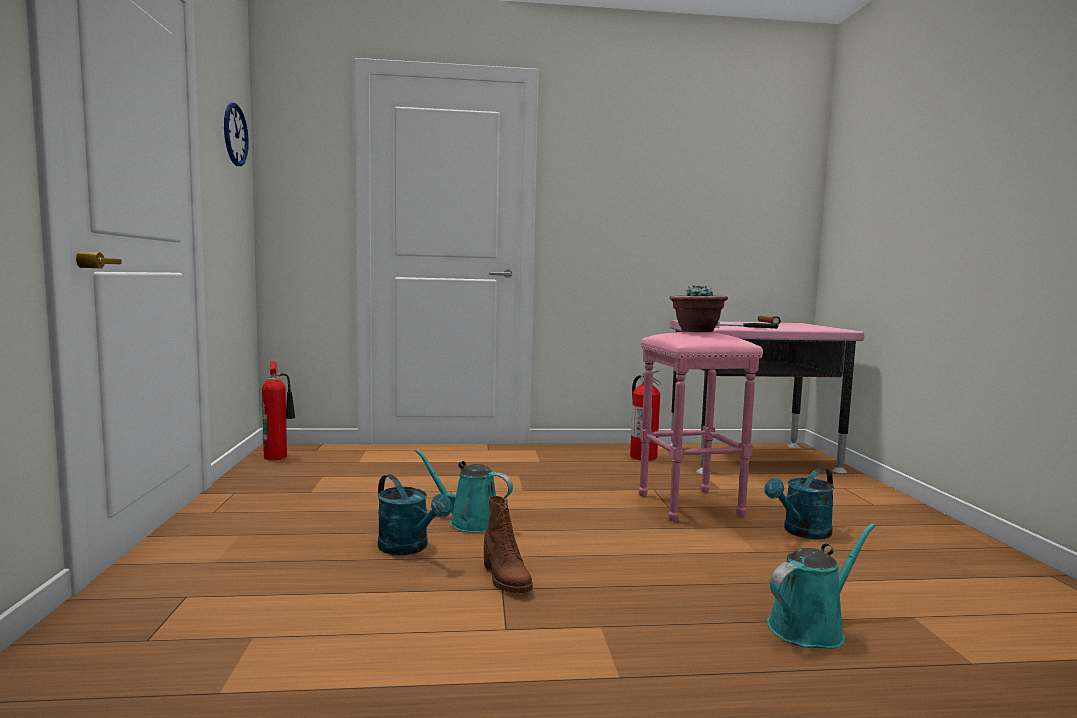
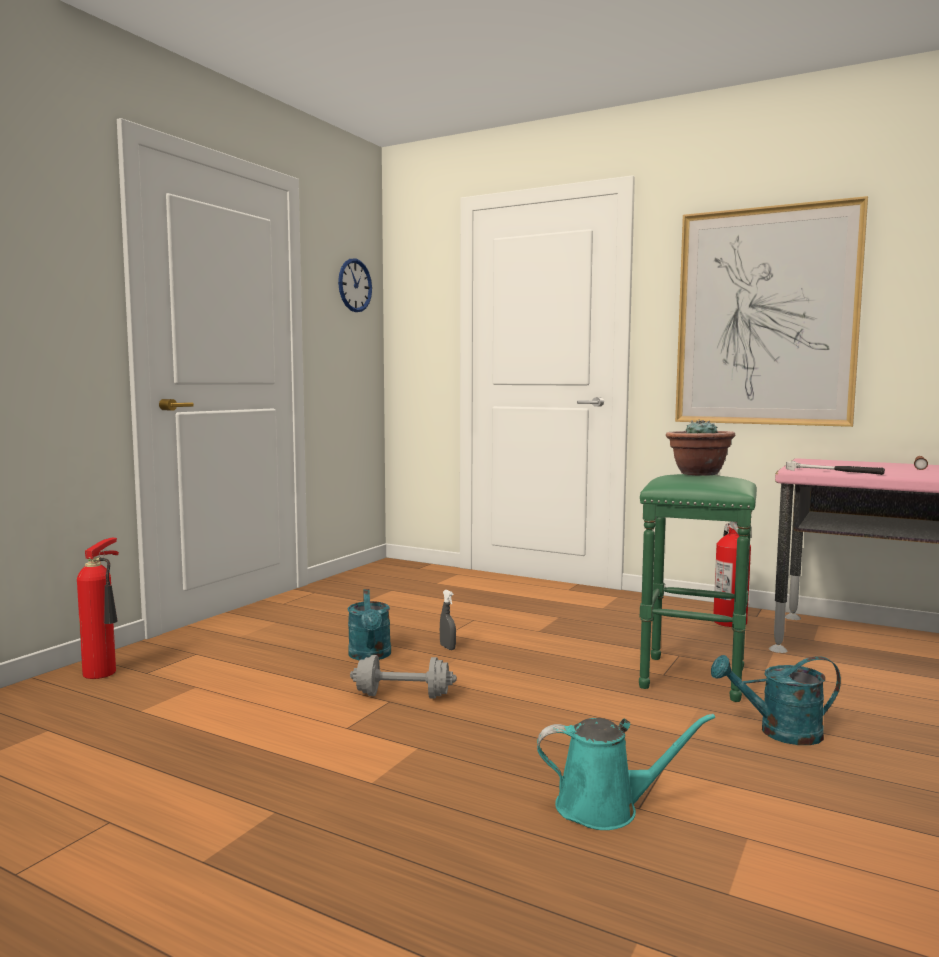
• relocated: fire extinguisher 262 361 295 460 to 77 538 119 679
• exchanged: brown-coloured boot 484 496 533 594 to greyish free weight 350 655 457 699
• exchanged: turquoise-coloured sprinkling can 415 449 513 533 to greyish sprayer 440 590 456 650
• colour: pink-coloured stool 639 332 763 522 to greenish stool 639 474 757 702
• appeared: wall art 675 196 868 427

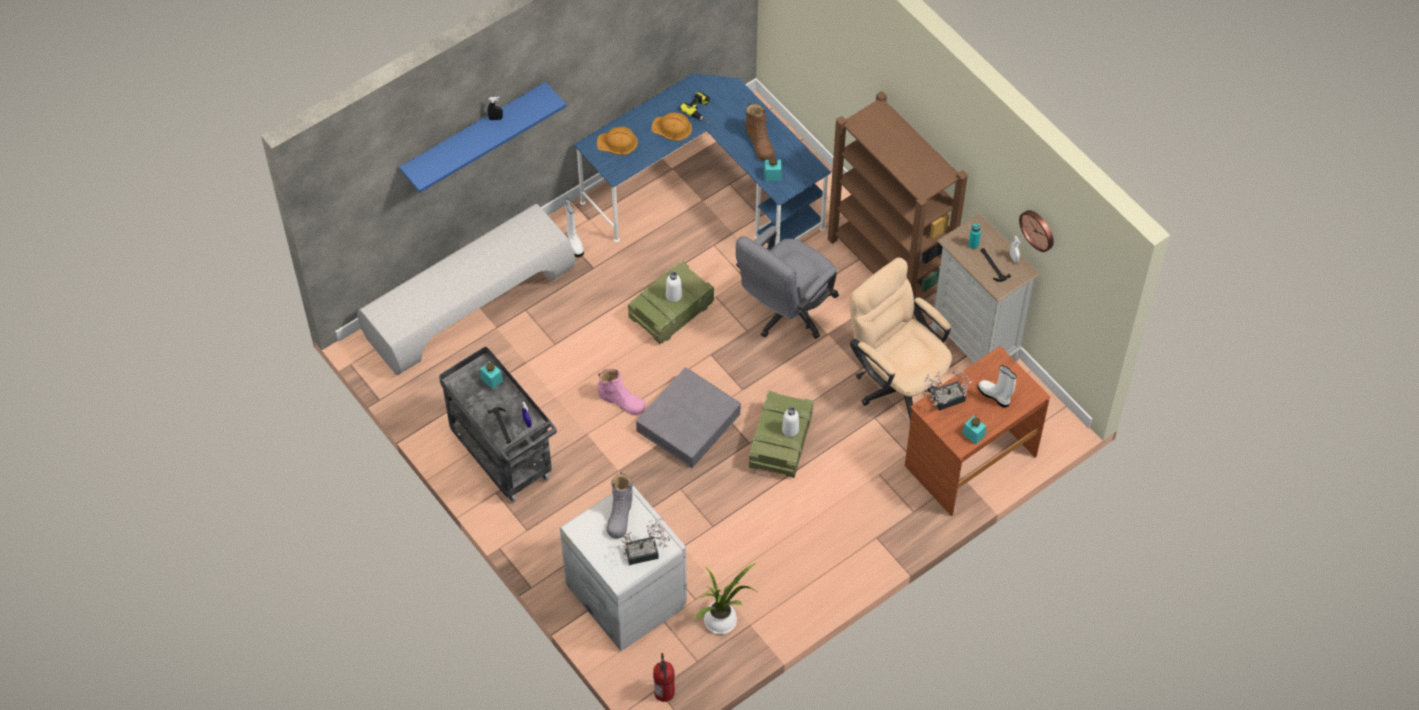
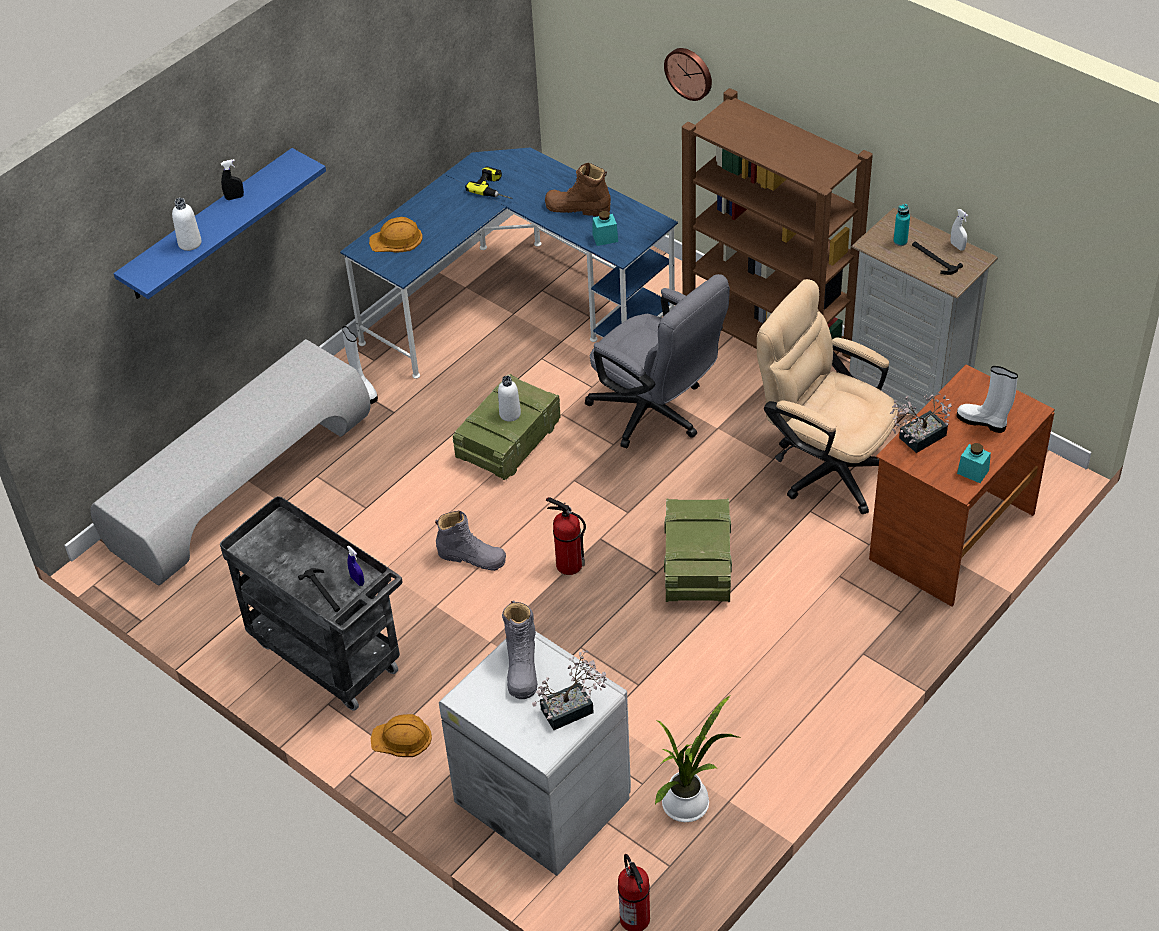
• relocated: white beverage bottle 782 407 799 437 to 172 198 202 251
• relocated: orangey hard hat 651 112 692 141 to 371 714 432 757
• colour: pink-coloured boot 597 369 646 415 to greyish boot 435 511 506 571
• spun: brown-coloured boot 745 103 775 161 = 545 163 611 216 135 degrees clockwise
• exchanged: greyish storage bin 636 367 741 468 to fire extinguisher 546 497 586 575
• spun: greyish desk chair 736 226 839 339 = 585 274 730 448 75 degrees counterclockwise
• relocated: hanging clock 1019 210 1054 252 to 664 48 712 101
• missing: turquoise-coloured jar 480 361 503 389

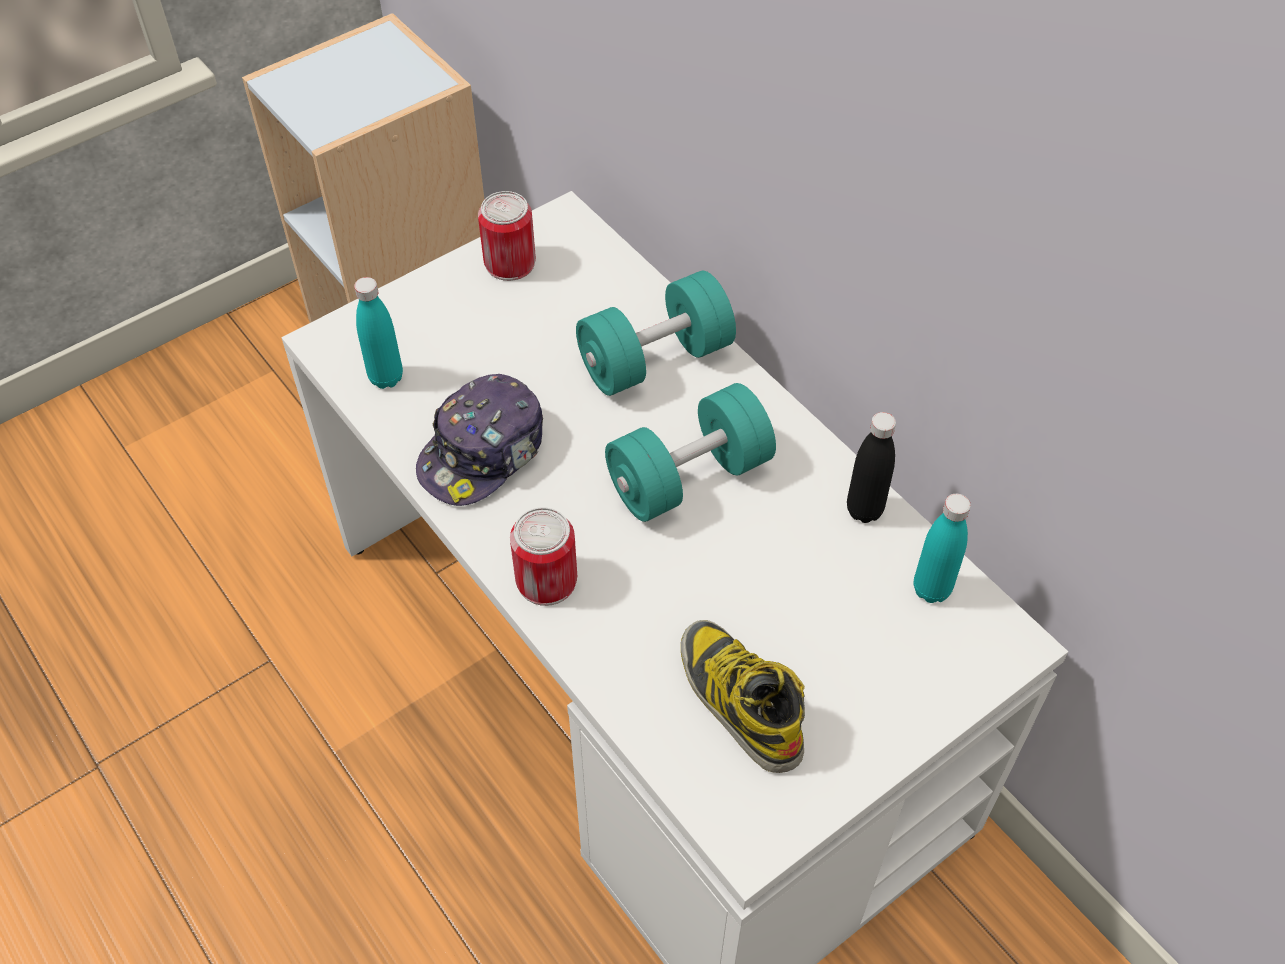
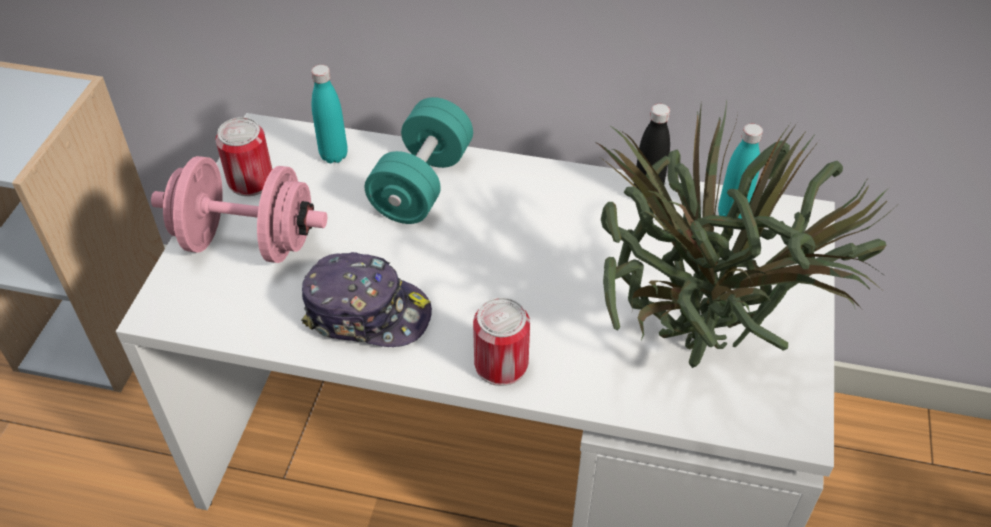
• appeared: pink-coloured free weight 151 156 327 263
• spun: peaked cap 416 374 543 506 = 301 252 432 347 75 degrees counterclockwise
• relocated: turquoise-coloured beverage bottle 354 277 403 389 to 311 65 348 163
• exchanged: boot 681 620 805 773 to houseplant 594 104 895 368
• missing: turquoise-coloured free weight 605 383 776 522

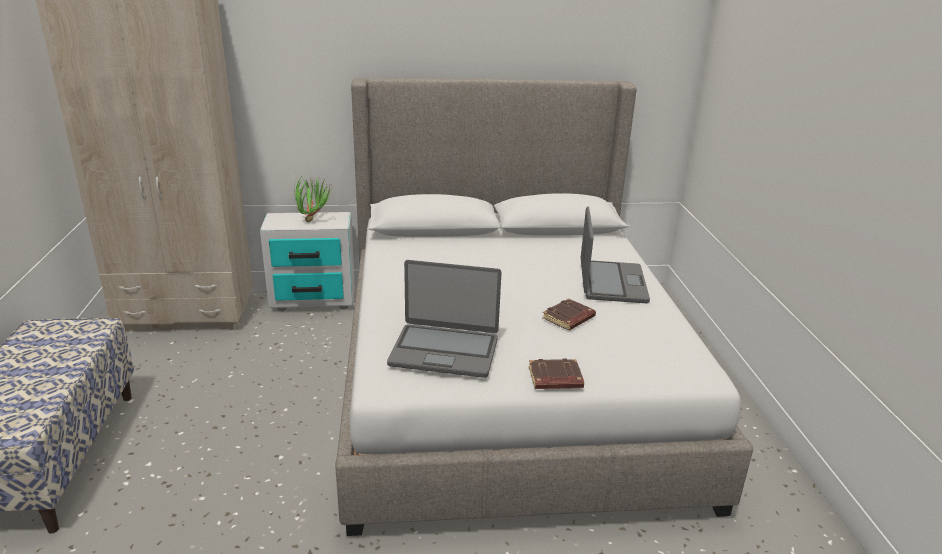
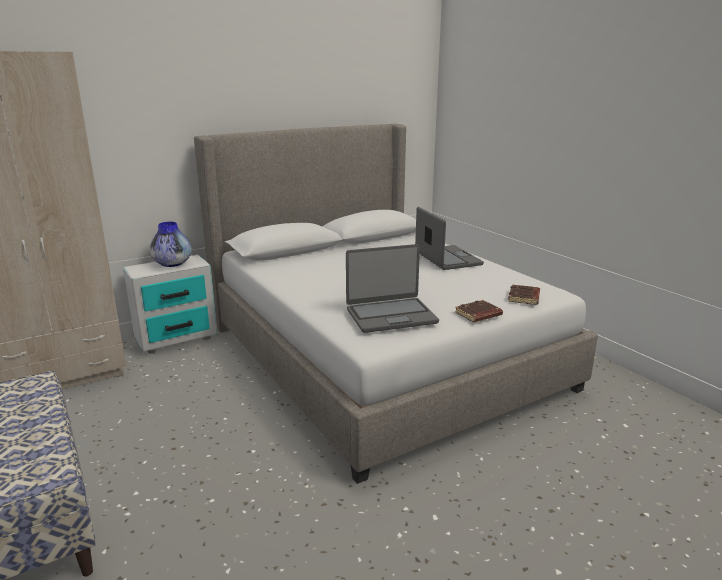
• exchanged: houseplant 294 174 333 222 to decorative vase 150 222 192 267
• relocated: brown-coloured book 542 298 596 330 to 508 284 540 305

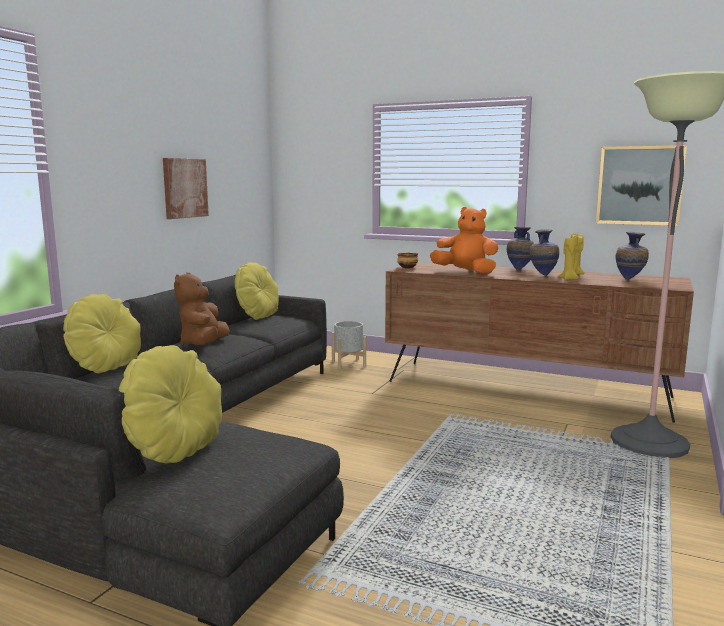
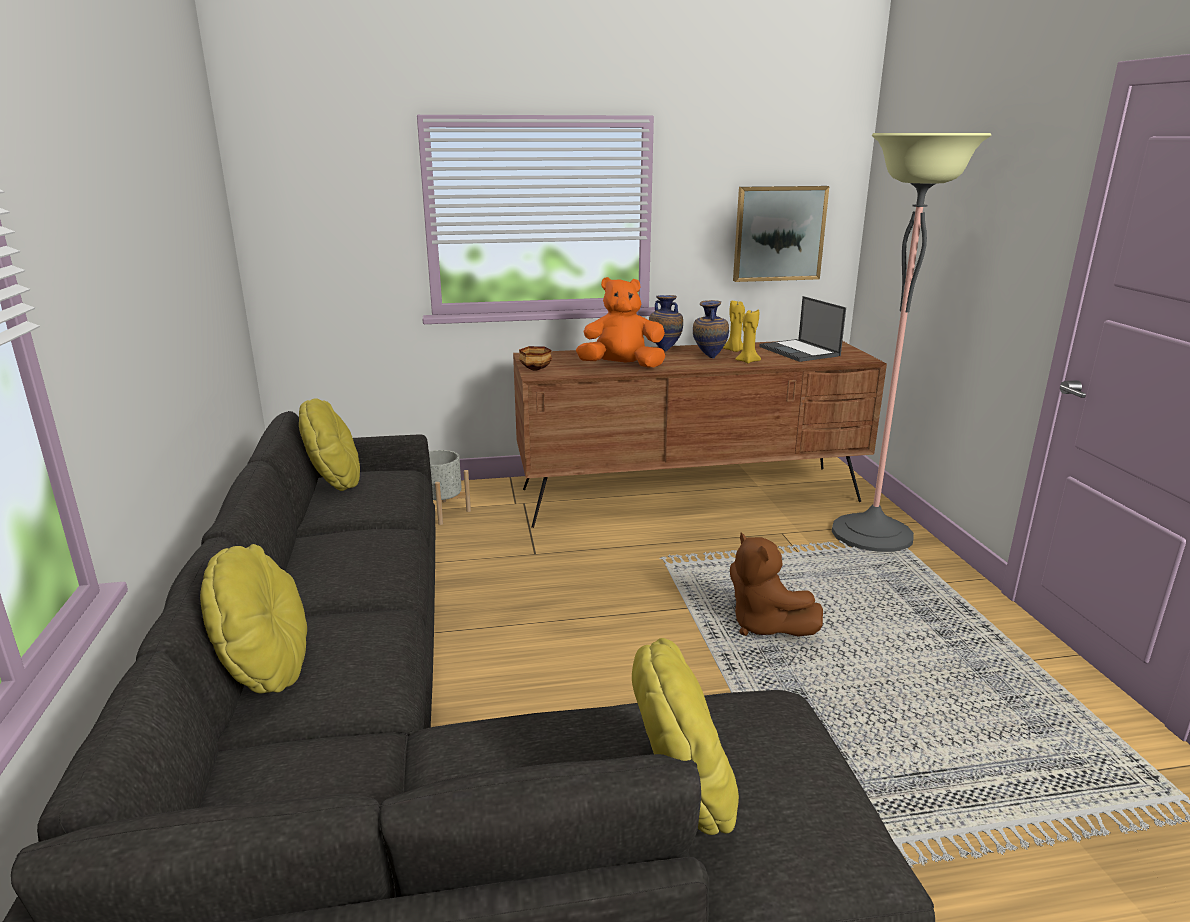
• relocated: brown-coloured plush toy 174 272 230 346 to 730 533 823 637
• exchanged: decorative vase 616 232 649 279 to portable computer 759 296 846 362
• missing: wall art 163 158 209 219

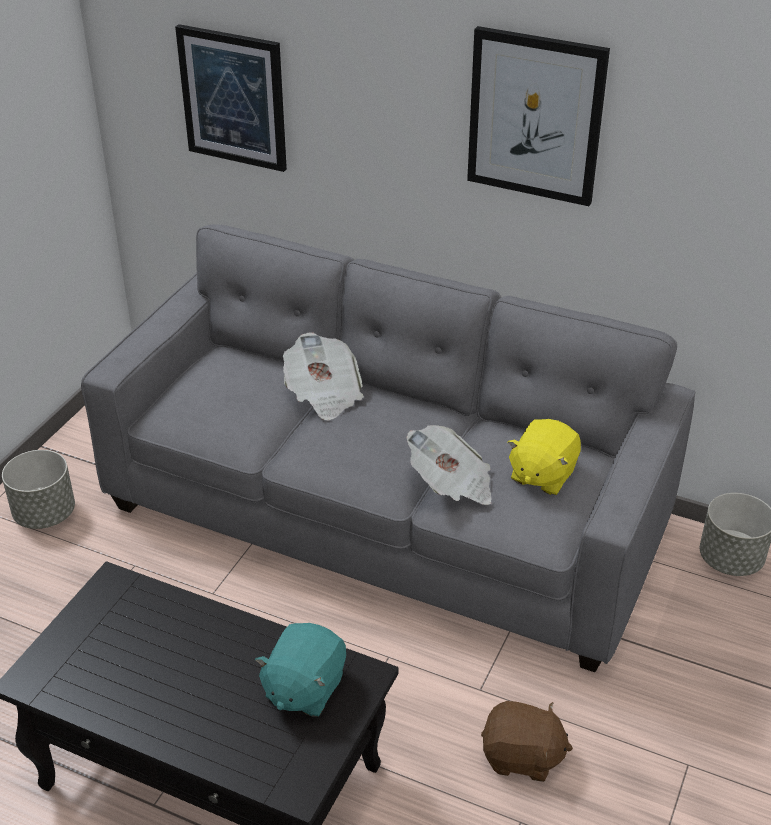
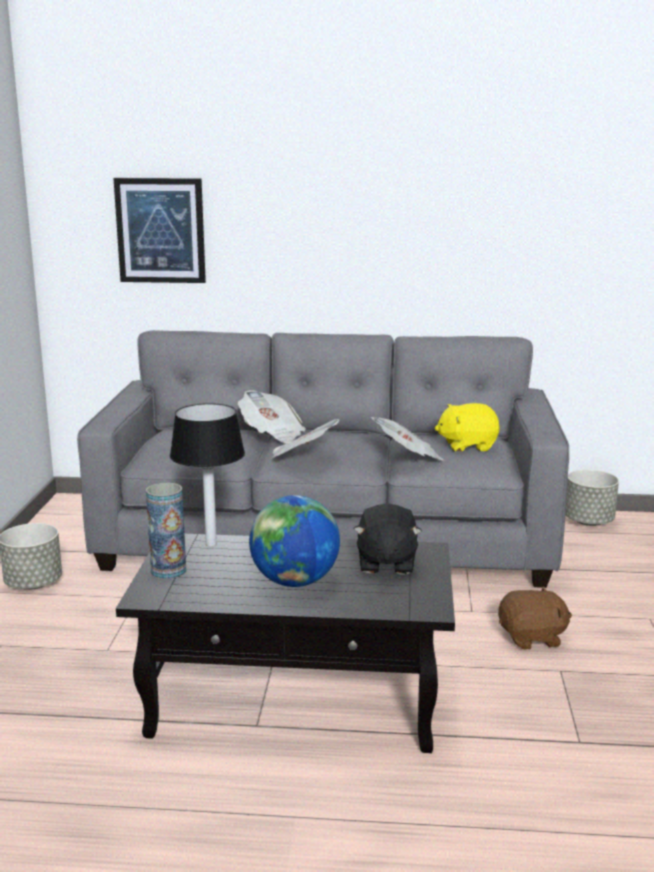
• appeared: decorative vase 146 483 186 579
• appeared: table lamp 170 403 245 546
• appeared: desk globe 249 495 340 587
• appeared: printed paper 271 419 339 459
• colour: turquoise-coloured plush toy 255 623 346 717 to black-coloured plush toy 354 503 422 575
• spun: yellow-coloured plush toy 507 419 581 495 = 435 403 500 452 75 degrees clockwise
• missing: wall art 467 26 610 206

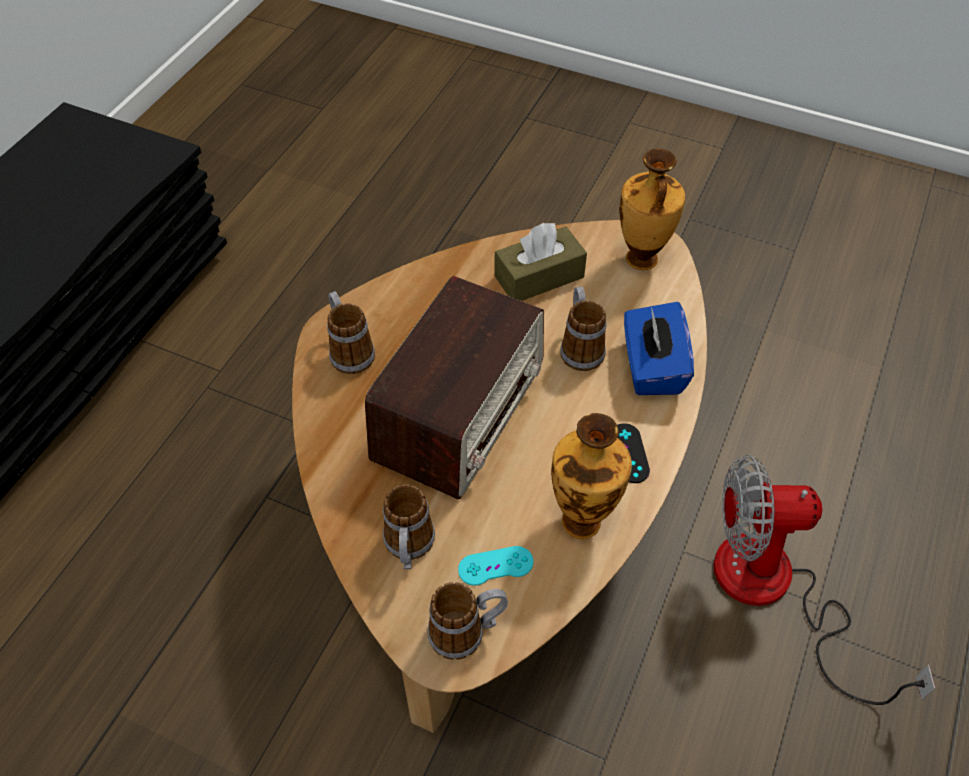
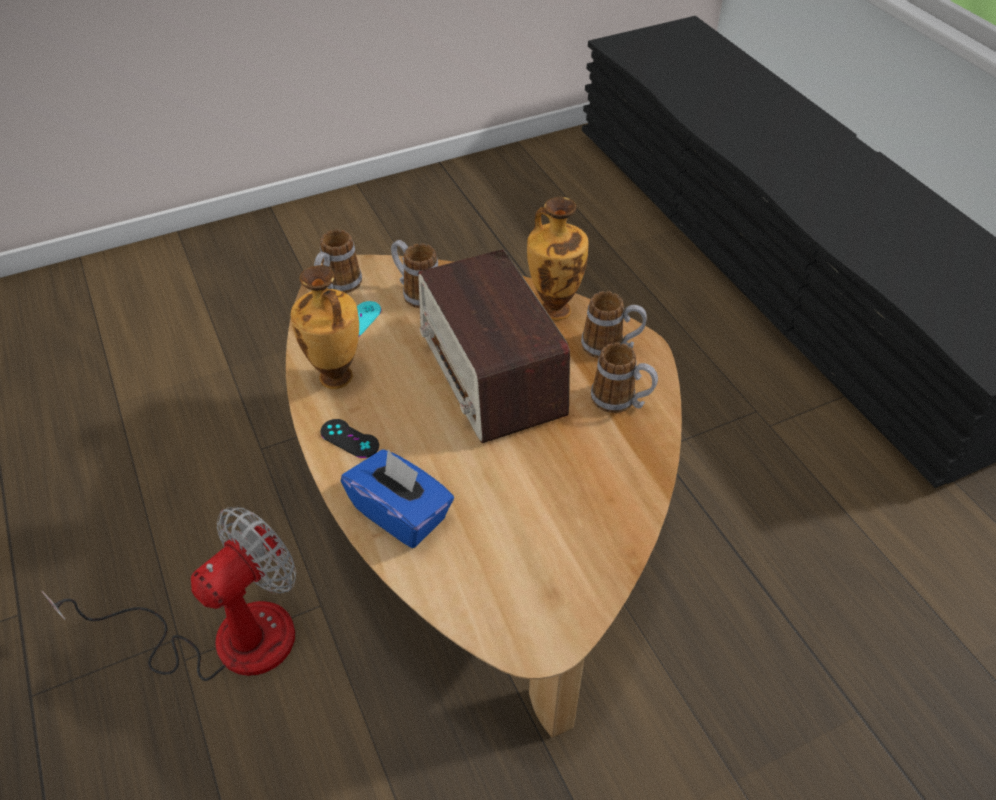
• relocated: decorative vase 619 149 685 270 to 527 197 589 320
• relocated: tea mug 560 287 607 371 to 591 343 658 413
• missing: brown-coloured tissue box 494 223 587 301

